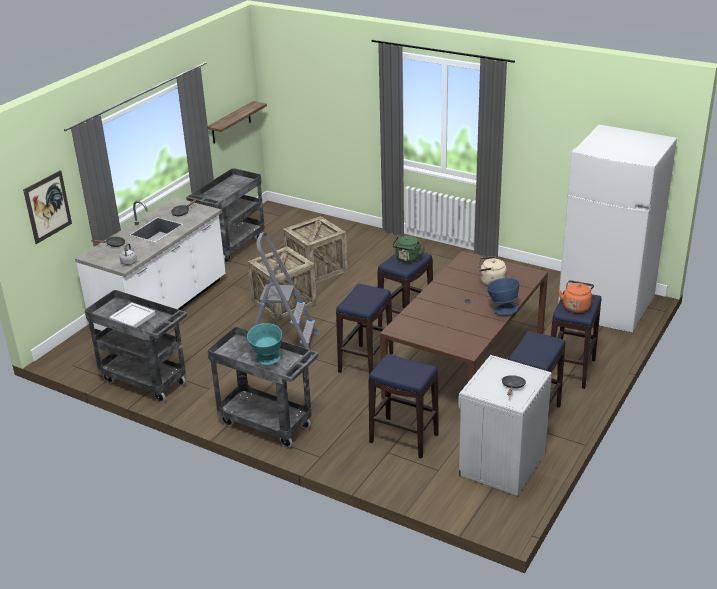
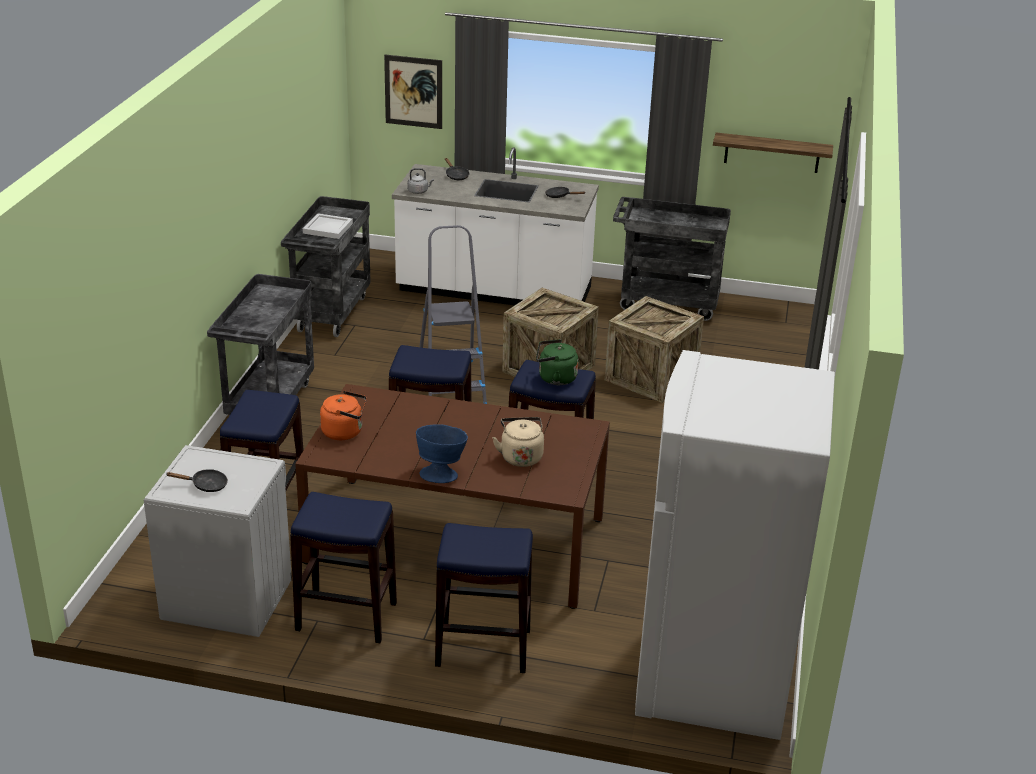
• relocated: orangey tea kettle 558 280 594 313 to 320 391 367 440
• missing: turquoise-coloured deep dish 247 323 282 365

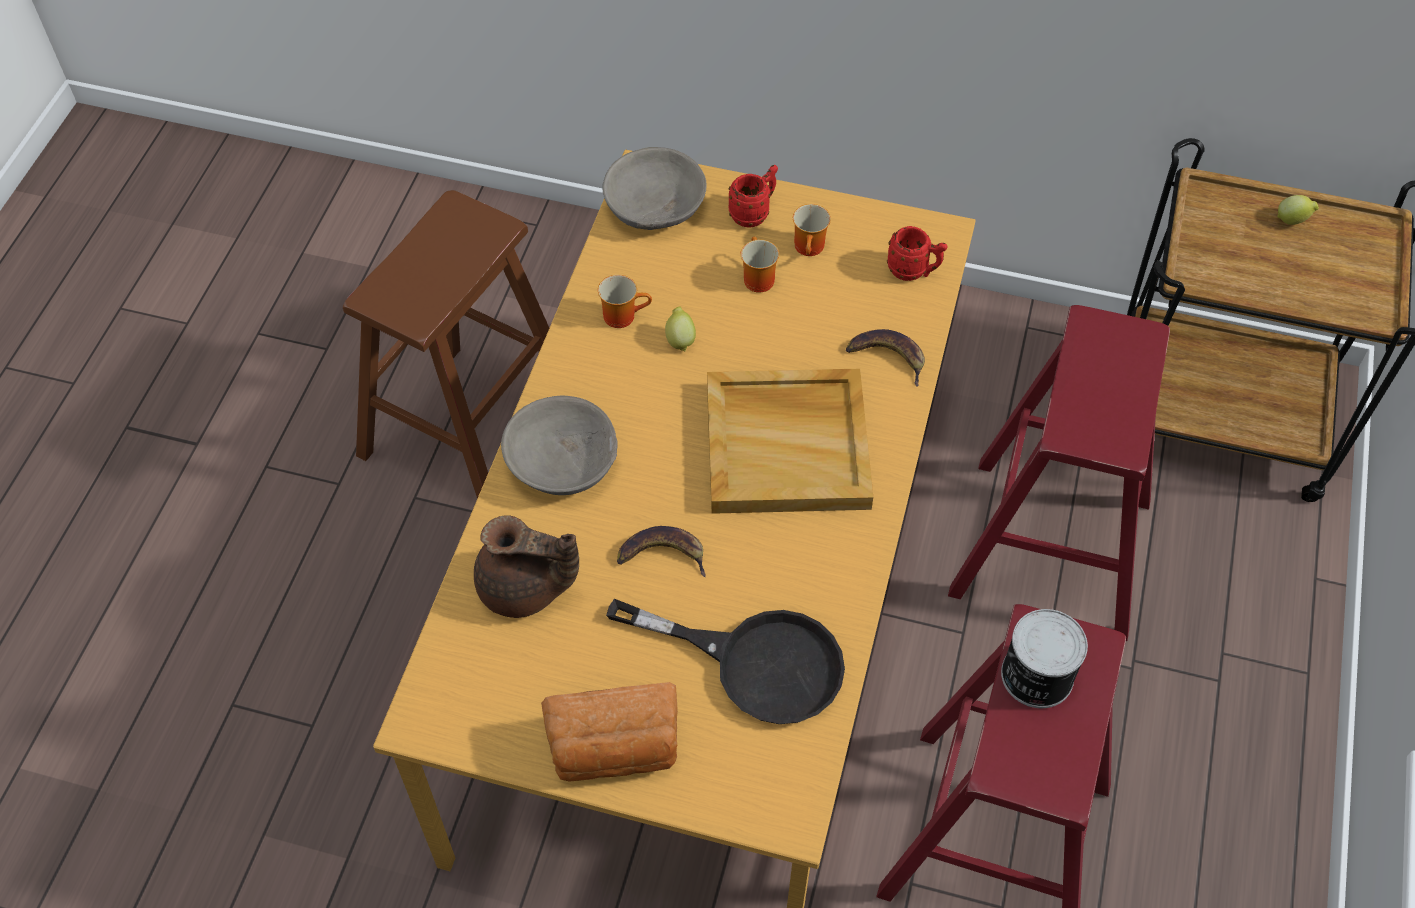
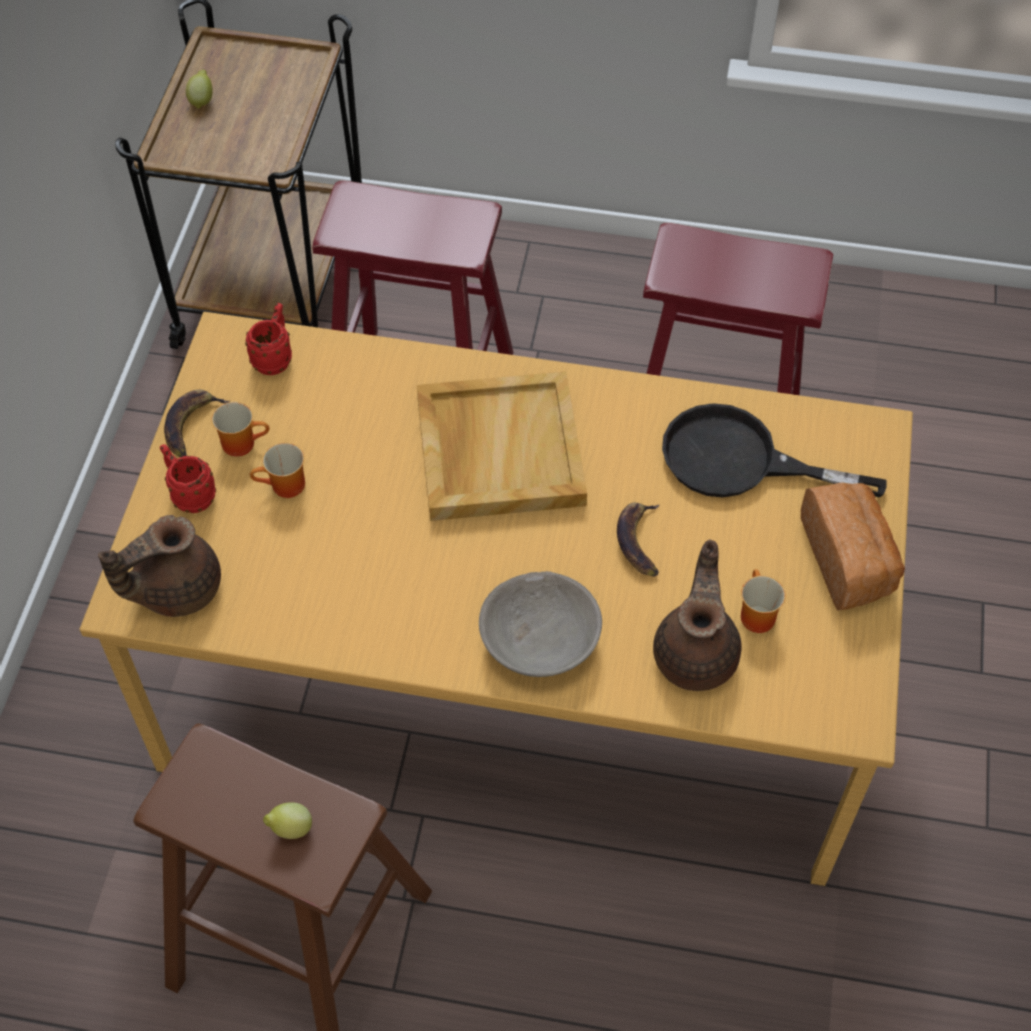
• exchanged: greyish deep dish 602 147 707 230 to brown-coloured tea pot 98 515 221 617
• relocated: banana 846 329 925 387 to 164 390 230 458
• relocated: lemon 665 306 696 351 to 263 802 312 839
• spun: black-coloured frying pan 606 599 845 724 = 662 403 887 498 90 degrees counterclockwise
• relocated: tea mug 598 275 652 328 to 741 569 786 633
• missing: can 1001 609 1088 708

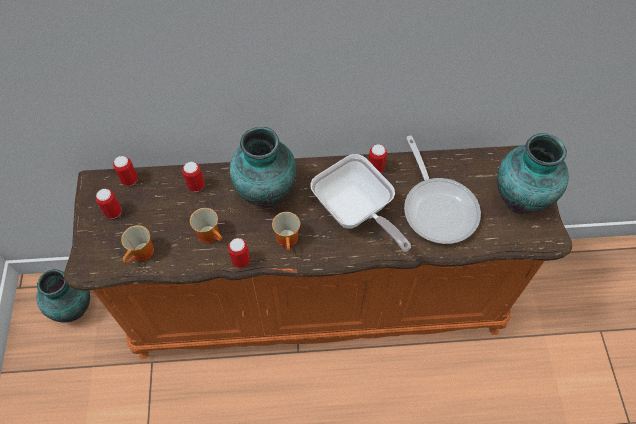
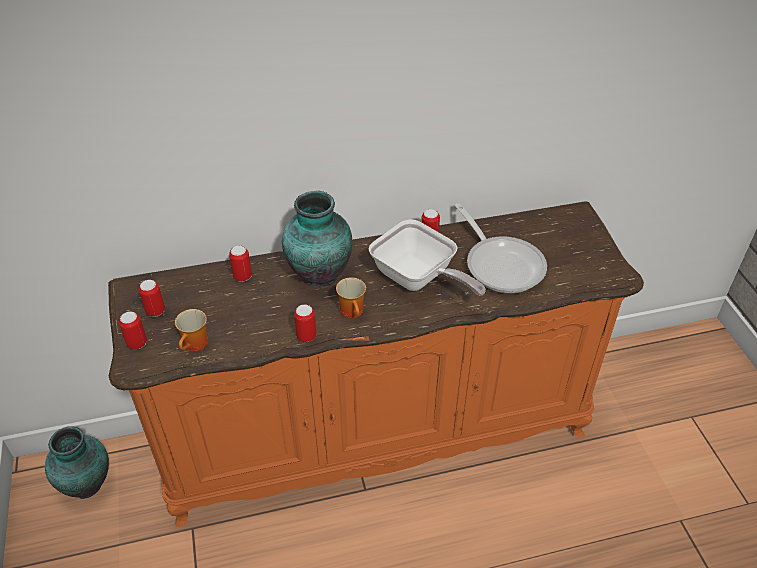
• relocated: can 113 156 138 186 to 119 311 147 350
• missing: tea mug 190 208 223 243
• missing: decorative vase 497 133 569 214

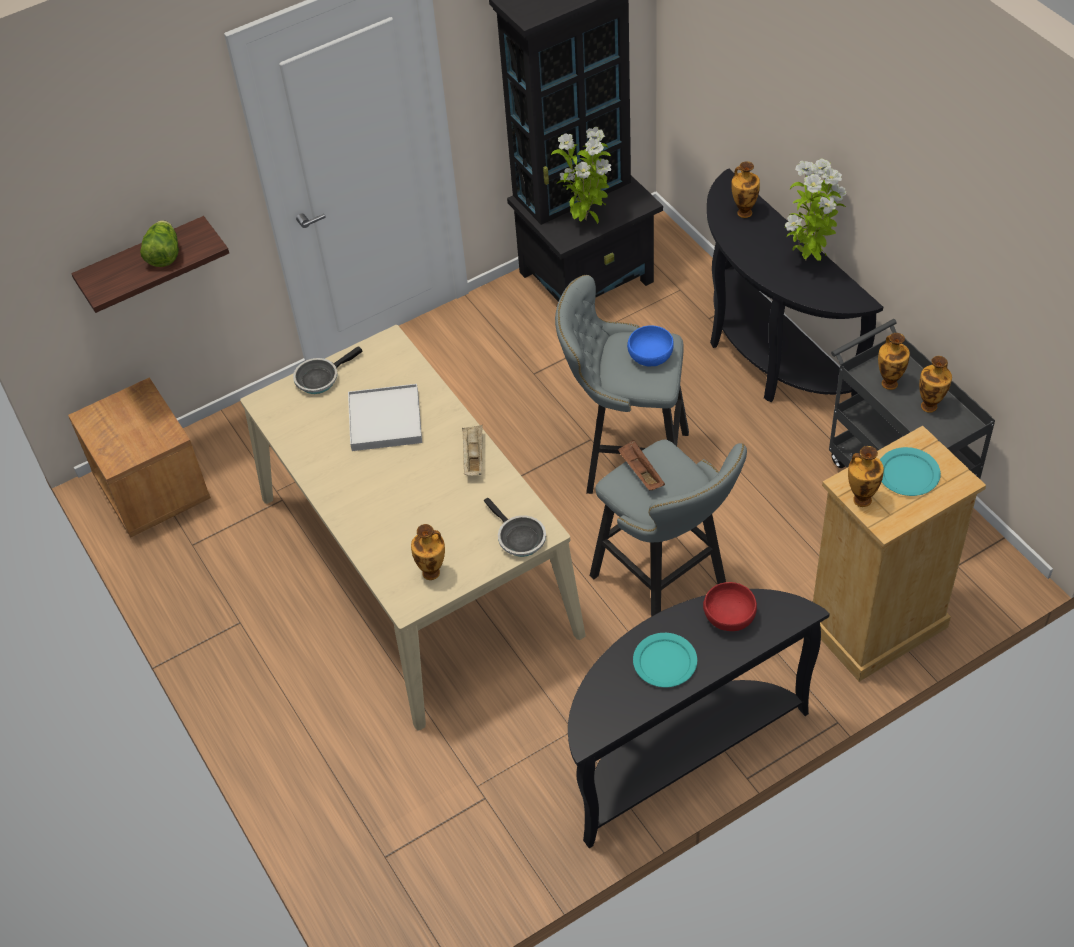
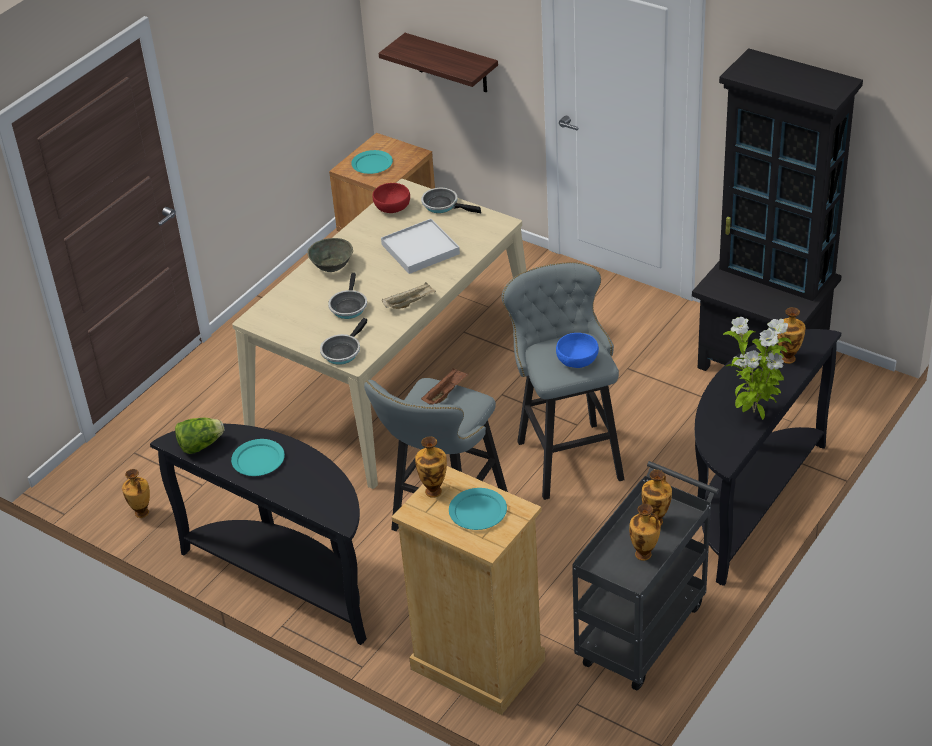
• relocated: decorative vase 411 524 445 580 to 122 469 150 518
• relocated: lettuce head 140 220 179 267 to 175 418 225 454
• appeared: greyish deep dish 307 238 353 272
• appeared: frying pan 328 272 367 319
• appeared: turquoise-coloured dinner plate 351 150 393 174
• relocated: red deep dish 703 582 757 631 to 372 183 410 213
• missing: houseplant 551 127 611 224

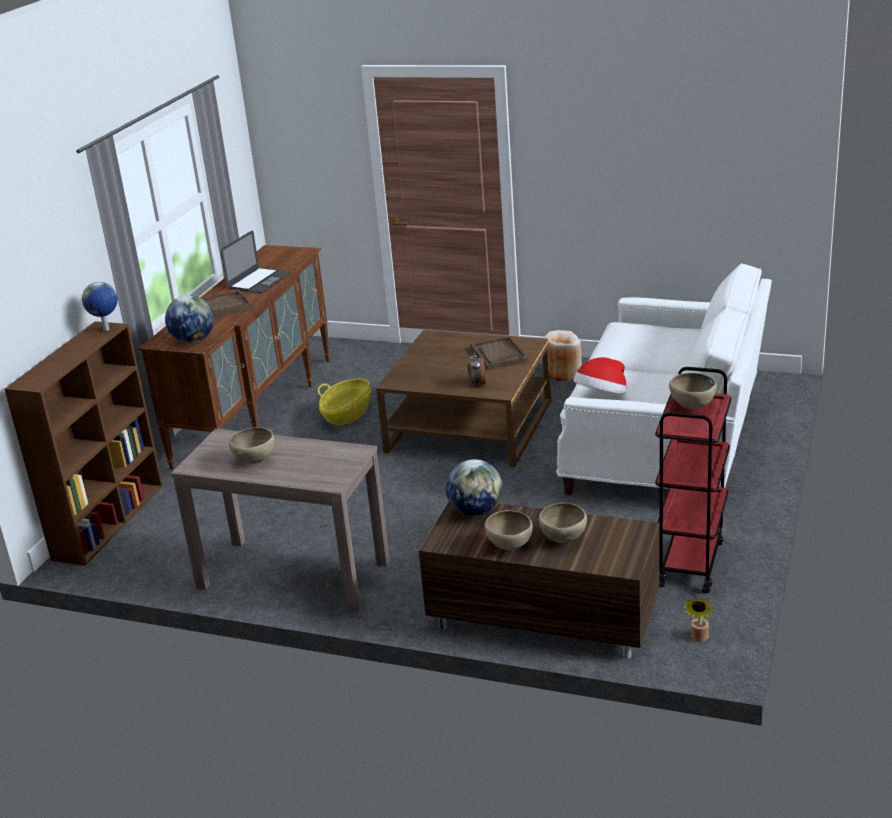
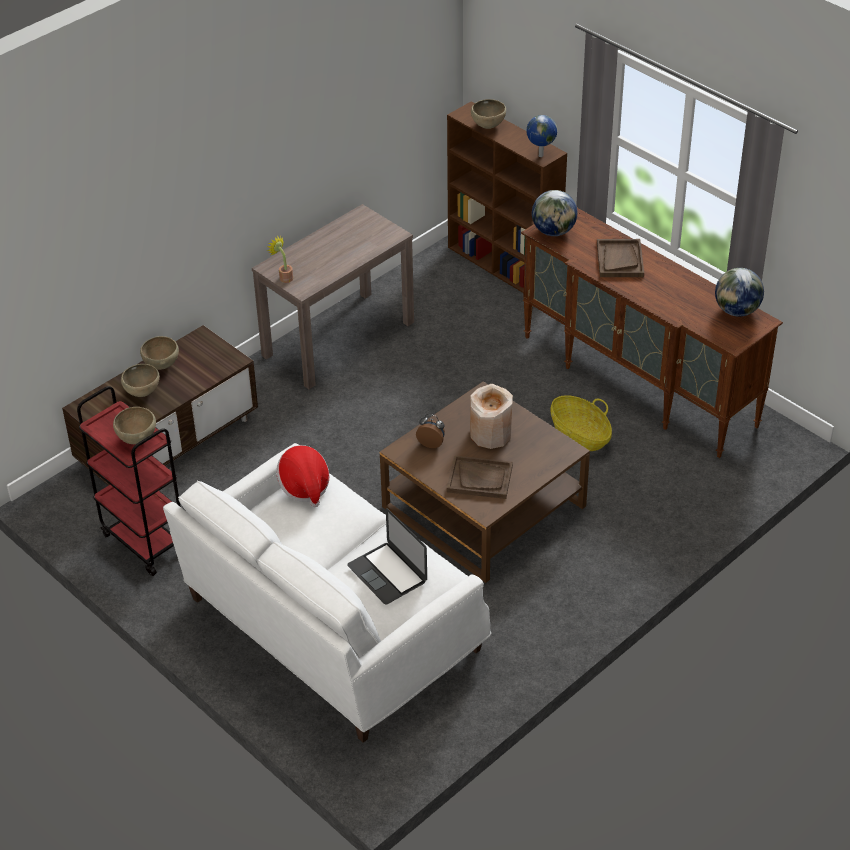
• relocated: houseplant 683 598 713 642 to 267 236 293 283
• relocated: portable computer 221 230 291 293 to 347 508 427 604
• relocated: beige-coloured decorative vase 543 330 582 381 to 470 384 513 449
• relocated: brown-coloured deep dish 229 427 274 464 to 471 99 506 129
• relocated: desk globe 446 459 503 517 to 715 268 764 317

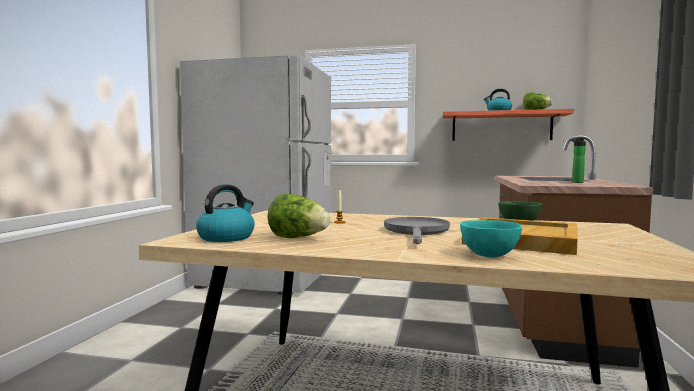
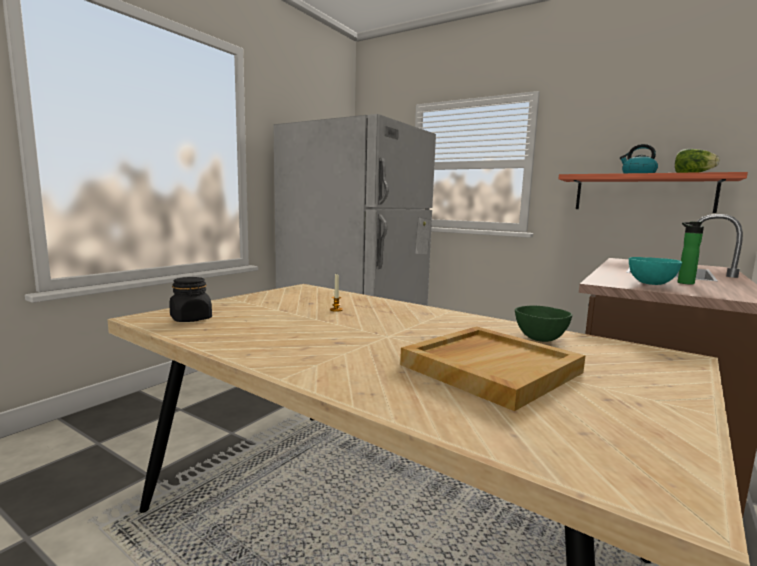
• exchanged: tea kettle 196 184 255 242 to black-coloured jar 169 277 212 322
• relocated: turquoise-coloured deep dish 460 220 522 257 to 629 257 682 285
• missing: lettuce head 267 194 330 238
• missing: greyish frying pan 384 217 450 244

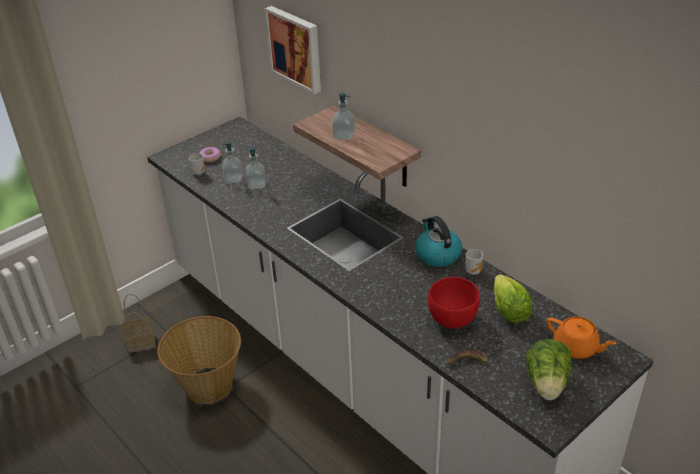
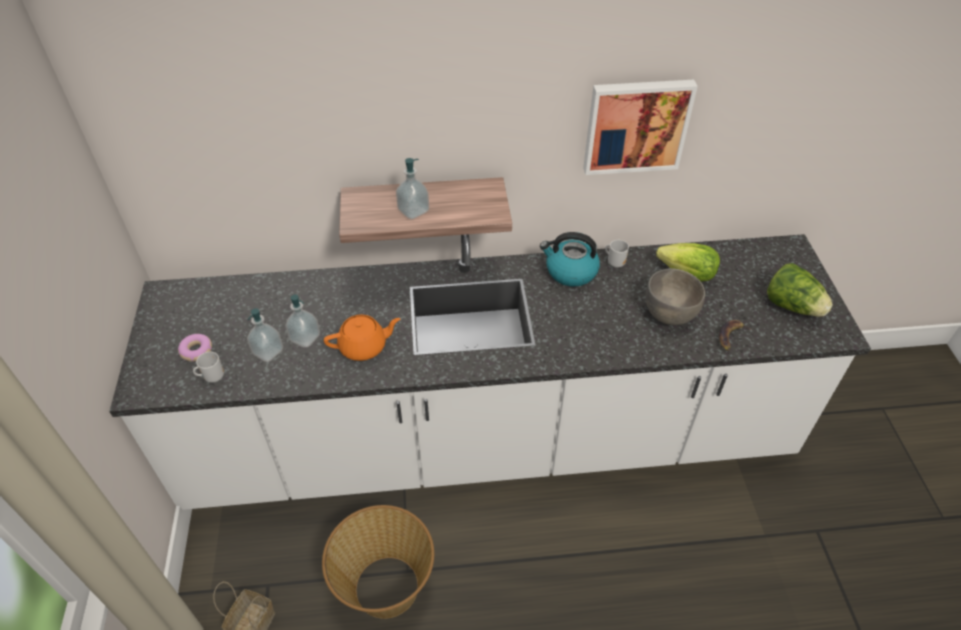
• relocated: orangey tea pot 547 316 616 359 to 324 315 401 361
• relocated: wall art 265 6 321 94 to 583 80 698 175
• colour: red deep dish 428 277 480 329 to greyish deep dish 646 268 705 325

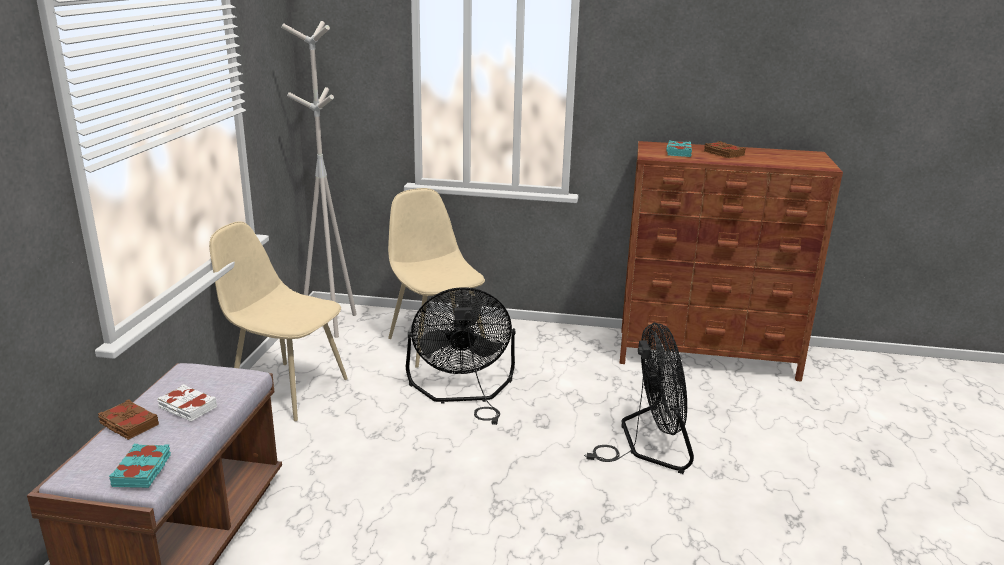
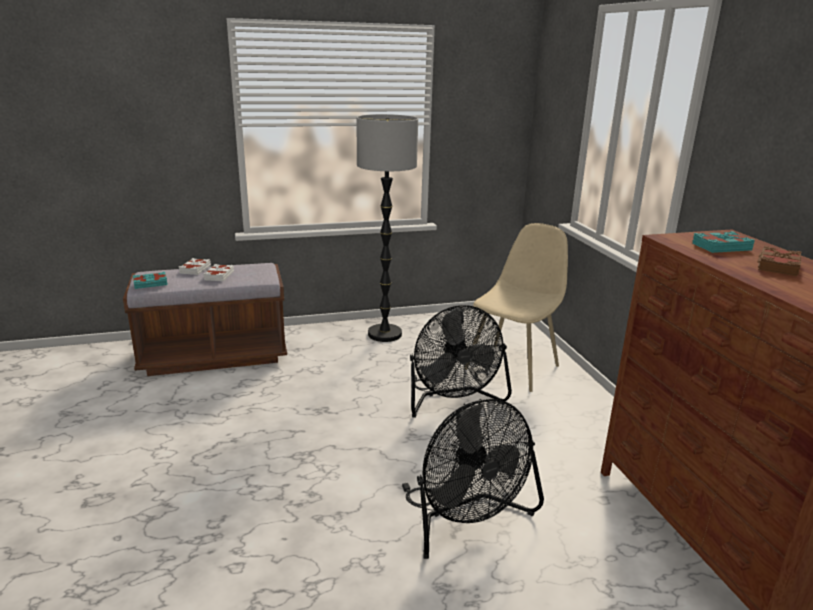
• colour: brown-coloured book 98 399 159 440 to white book 179 258 211 275
• exchanged: beige-coloured upright chair 209 221 348 421 to floor lamp 356 114 418 342
• spun: black-coloured fan 406 287 515 425 = 410 305 512 418 105 degrees clockwise
• missing: greyish garment stand 281 21 357 338

